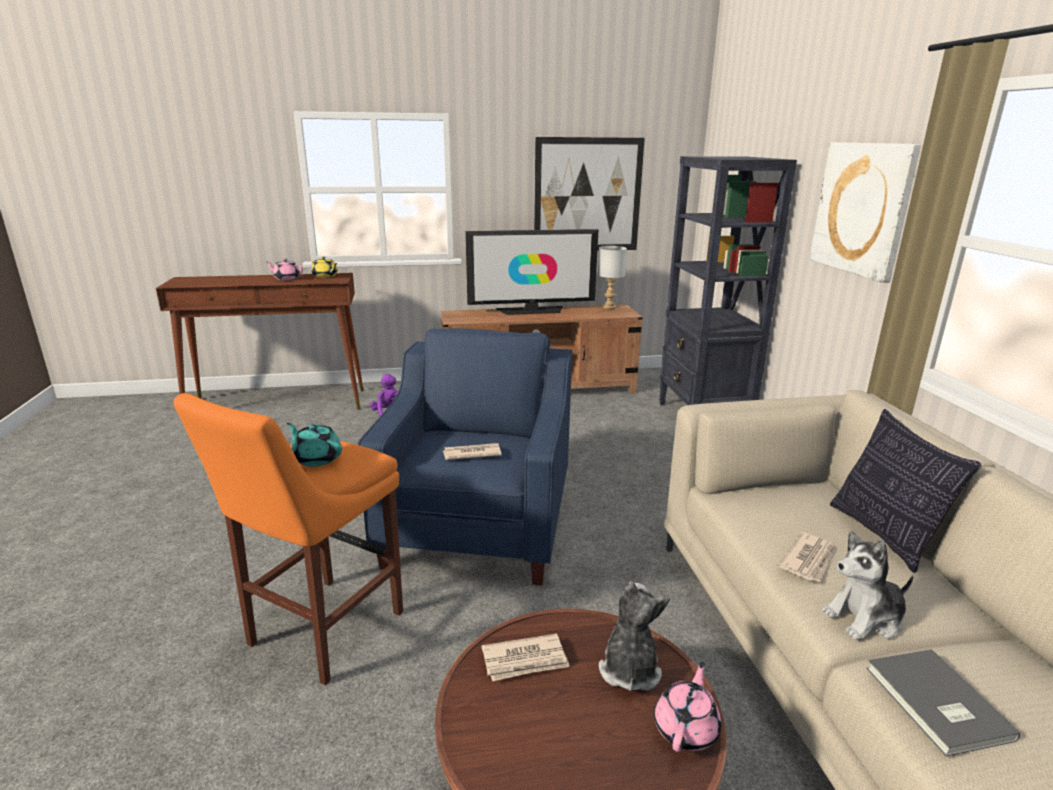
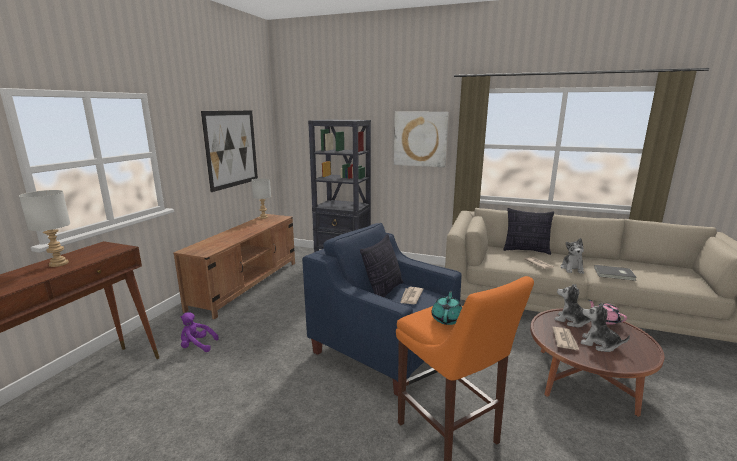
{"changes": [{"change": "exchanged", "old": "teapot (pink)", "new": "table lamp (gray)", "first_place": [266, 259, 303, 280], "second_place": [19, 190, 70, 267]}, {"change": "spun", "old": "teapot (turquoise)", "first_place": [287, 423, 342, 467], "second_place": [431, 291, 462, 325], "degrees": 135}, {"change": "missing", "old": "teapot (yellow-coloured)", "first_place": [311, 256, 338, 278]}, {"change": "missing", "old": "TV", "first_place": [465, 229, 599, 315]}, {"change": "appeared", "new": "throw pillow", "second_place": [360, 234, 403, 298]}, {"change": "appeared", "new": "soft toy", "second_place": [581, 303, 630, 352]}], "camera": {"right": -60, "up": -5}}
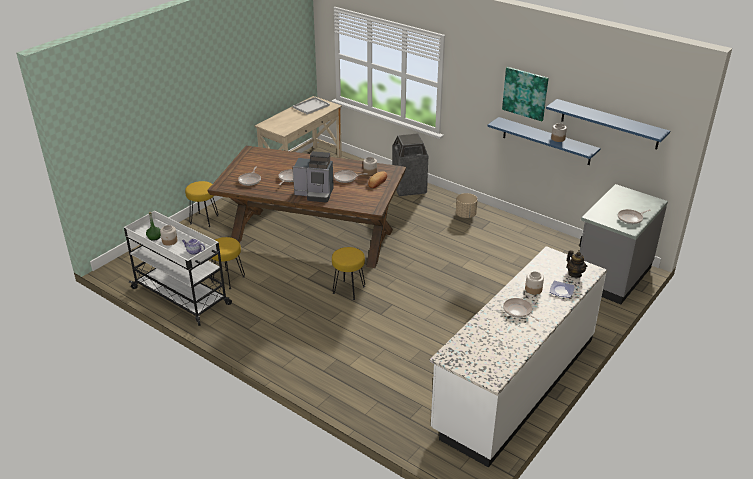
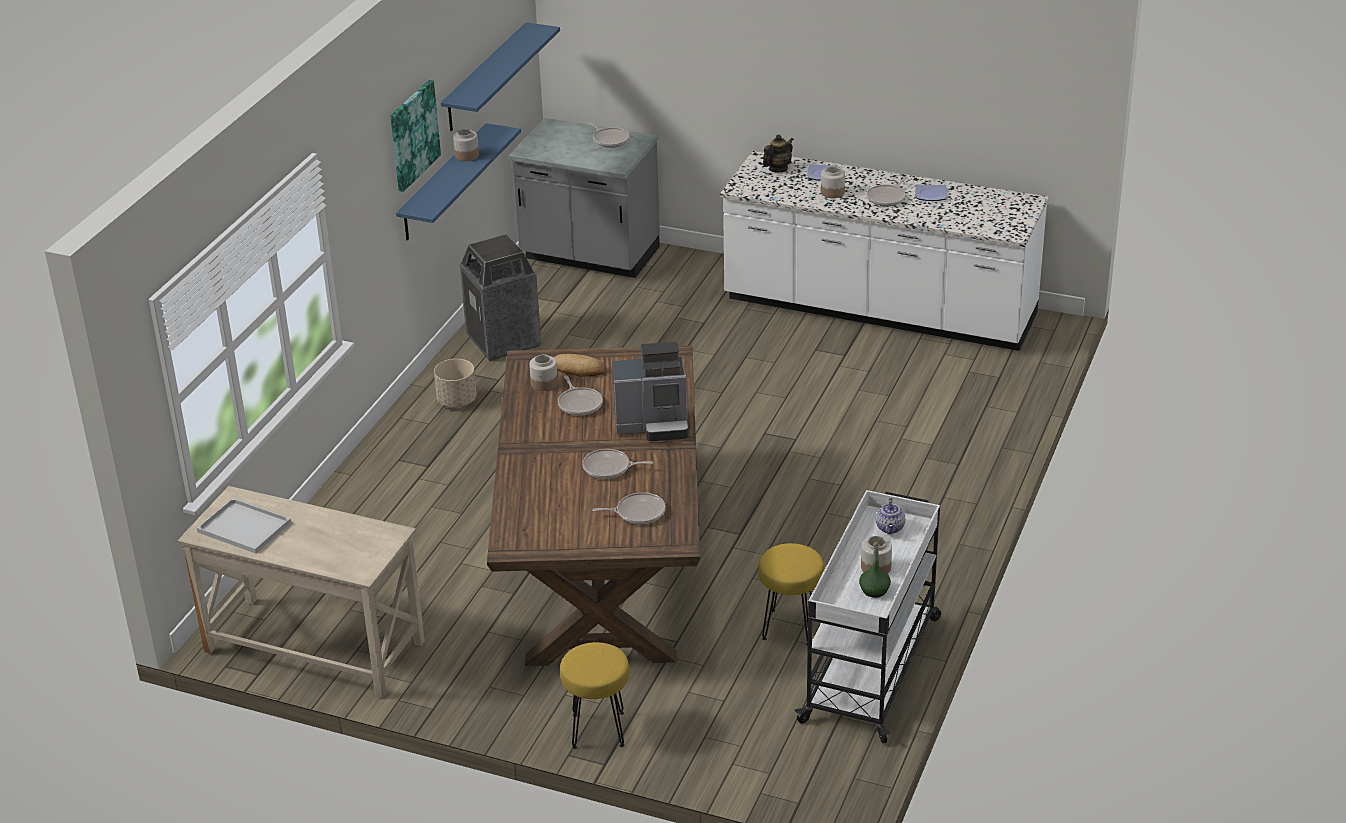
{"changes": [{"change": "spun", "old": "coffee machine", "first_place": [293, 151, 334, 202], "second_place": [612, 342, 689, 441], "degrees": 90}, {"change": "missing", "old": "sitting stool (yellow-coloured)", "first_place": [332, 247, 365, 300]}, {"change": "relocated", "old": "waste bin", "first_place": [392, 133, 428, 196], "second_place": [459, 234, 541, 361]}, {"change": "appeared", "new": "plate", "second_place": [915, 184, 947, 201]}], "camera": {"right": -105, "up": 0}}
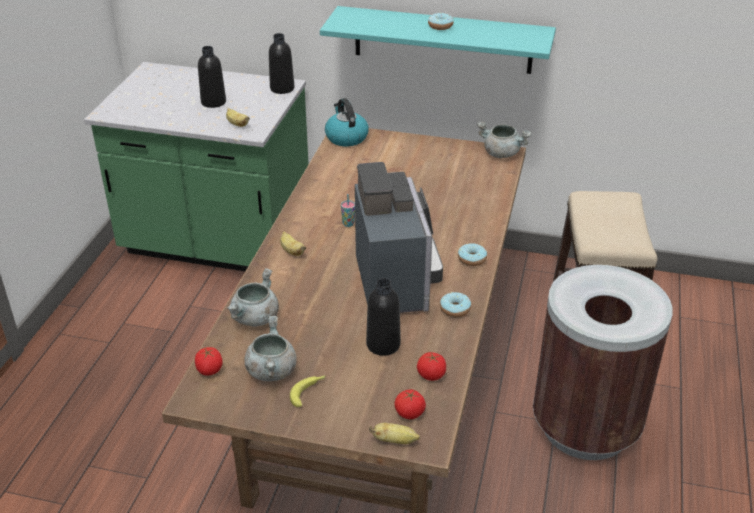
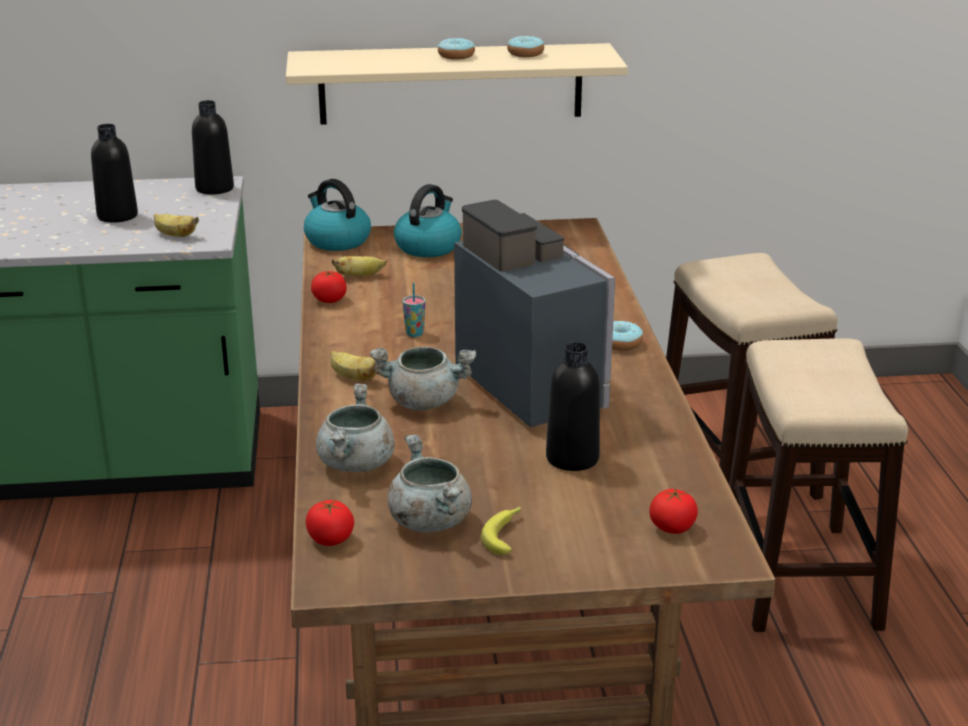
{"changes": [{"change": "colour", "old": "wall shelf (turquoise)", "new": "wall shelf (sand-coloured)", "first_place": [320, 6, 556, 74], "second_place": [286, 43, 628, 125]}, {"change": "relocated", "old": "banana", "first_place": [369, 423, 420, 444], "second_place": [332, 256, 387, 276]}, {"change": "relocated", "old": "whole tomato", "first_place": [417, 352, 446, 381], "second_place": [311, 271, 347, 303]}, {"change": "relocated", "old": "donut", "first_place": [440, 292, 471, 317], "second_place": [507, 36, 544, 57]}, {"change": "relocated", "old": "stockpot (gray)", "first_place": [477, 122, 532, 158], "second_place": [370, 347, 476, 410]}, {"change": "exchanged", "old": "waste bin (brown)", "new": "sitting stool", "first_place": [533, 265, 673, 460], "second_place": [729, 338, 908, 632]}, {"change": "appeared", "new": "water kettle", "second_place": [394, 184, 462, 257]}], "camera": {"right": -20, "up": -10}}
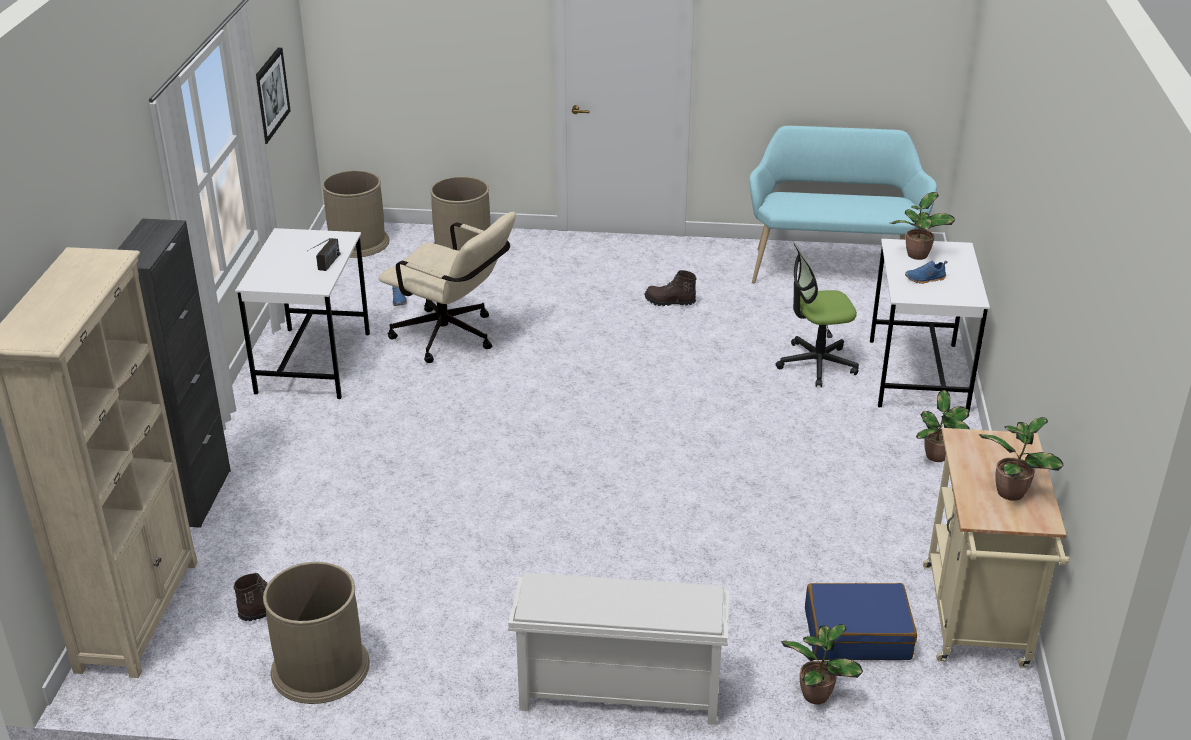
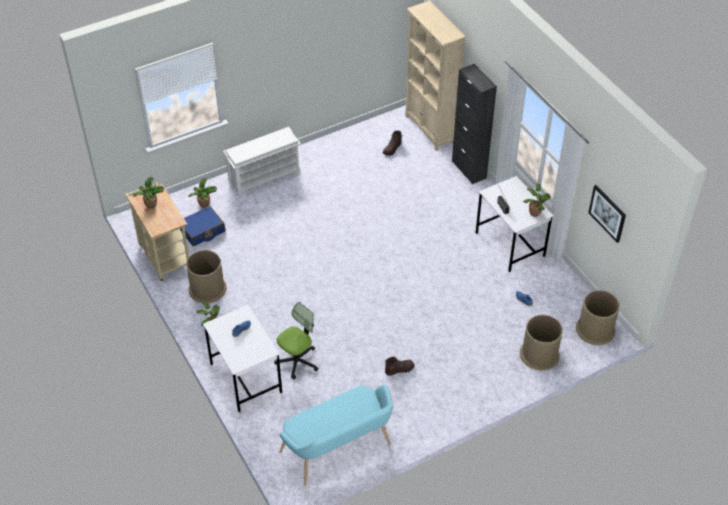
{"changes": [{"change": "relocated", "old": "waste bin (brown)", "first_place": [263, 562, 370, 704], "second_place": [186, 250, 227, 303]}, {"change": "missing", "old": "computer chair (sand-coloured)", "first_place": [378, 212, 516, 363]}, {"change": "relocated", "old": "potted plant", "first_place": [890, 192, 955, 260], "second_place": [523, 184, 550, 217]}], "camera": {"right": 145, "up": 15}}
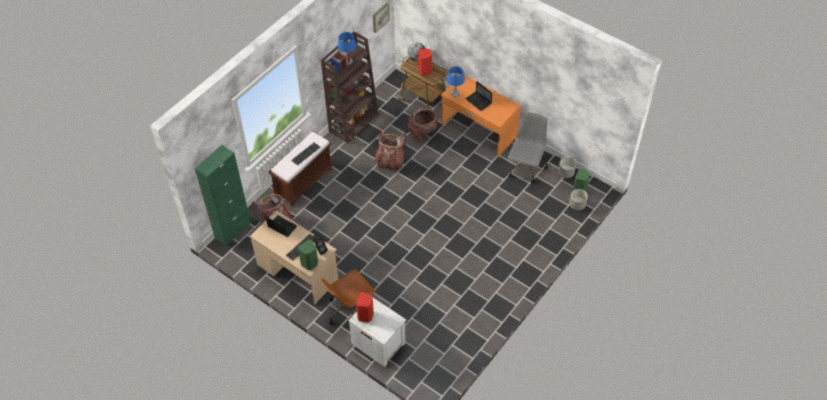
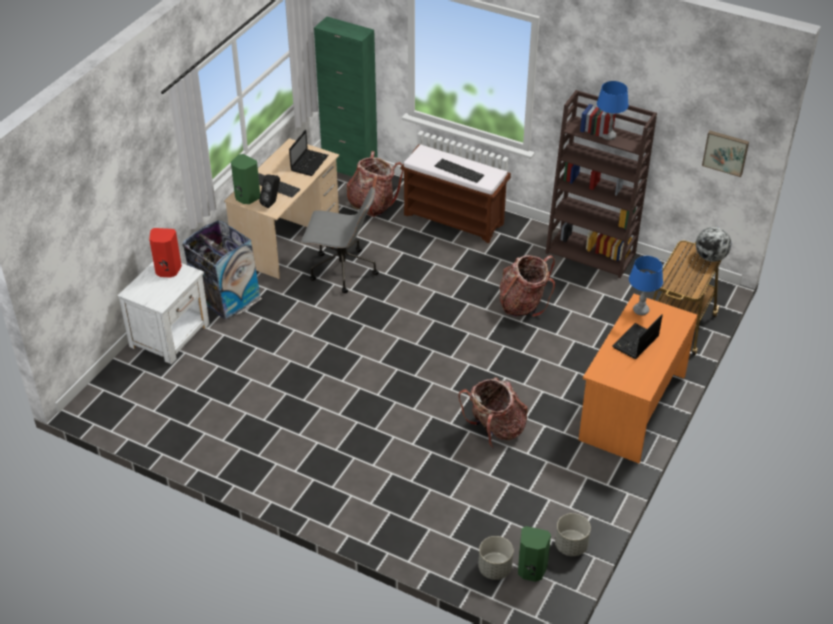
{"changes": [{"change": "exchanged", "old": "computer chair (brown)", "new": "waste bin", "first_place": [320, 269, 376, 325], "second_place": [182, 220, 262, 320]}, {"change": "relocated", "old": "backpack", "first_place": [408, 108, 443, 142], "second_place": [458, 377, 528, 448]}, {"change": "missing", "old": "loudspeaker (red)", "first_place": [418, 48, 432, 77]}, {"change": "relocated", "old": "computer chair (gray)", "first_place": [507, 112, 548, 183], "second_place": [301, 186, 379, 293]}], "camera": {"right": 80, "up": -10}}
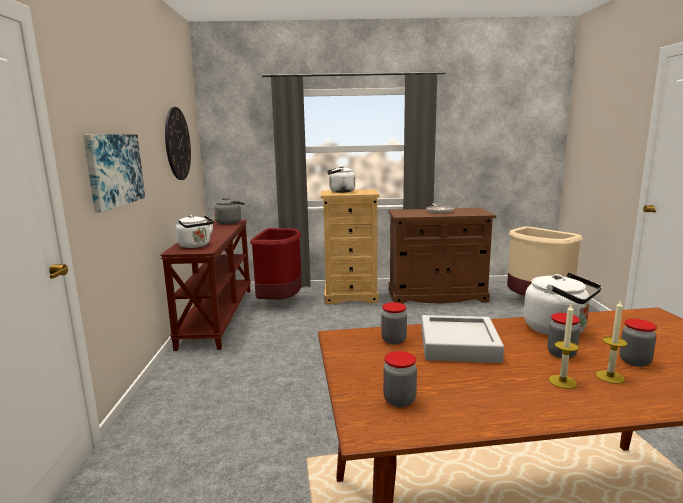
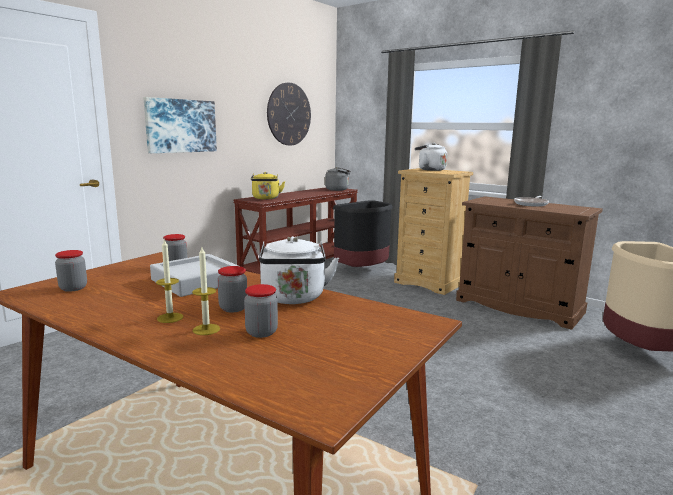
{"changes": [{"change": "colour", "old": "water kettle (white-coloured)", "new": "water kettle (yellow-coloured)", "first_place": [175, 215, 214, 248], "second_place": [251, 172, 285, 200]}, {"change": "colour", "old": "waste bin (red)", "new": "waste bin (blackish)", "first_place": [250, 228, 302, 300], "second_place": [333, 200, 393, 267]}], "camera": {"right": 40, "up": 0}}
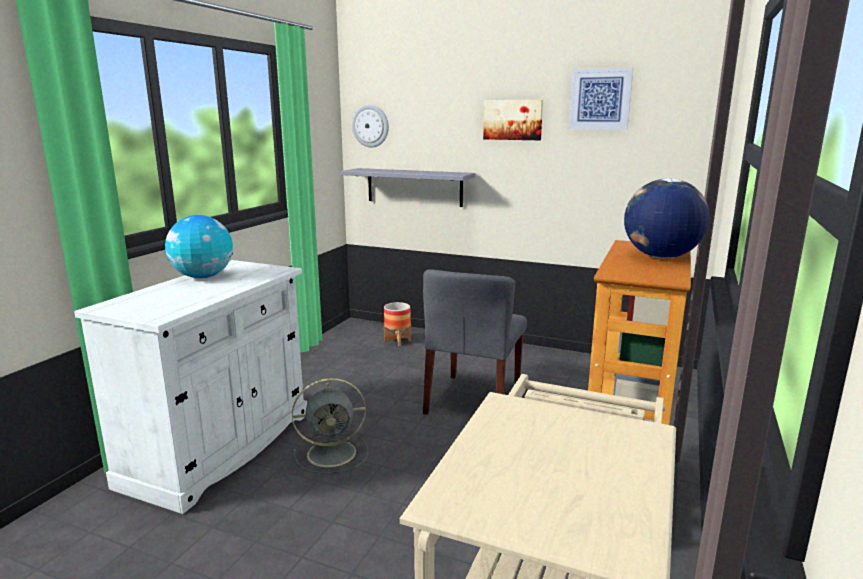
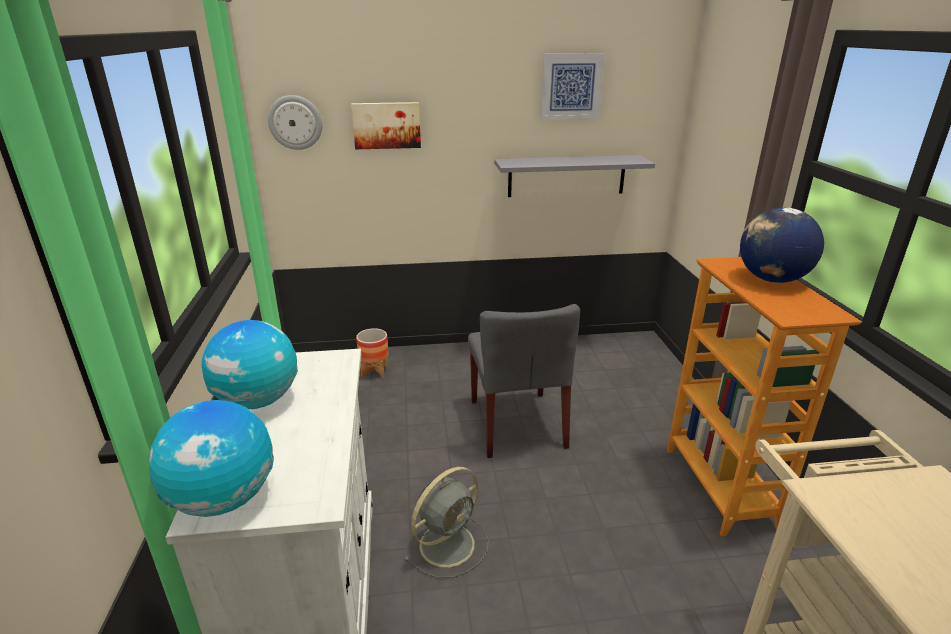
{"changes": [{"change": "relocated", "old": "wall shelf (gray)", "first_place": [341, 168, 475, 207], "second_place": [494, 155, 655, 197]}, {"change": "relocated", "old": "wall art", "first_place": [483, 100, 543, 140], "second_place": [351, 102, 421, 149]}, {"change": "appeared", "new": "globe", "second_place": [149, 400, 274, 517]}], "camera": {"right": -30, "up": 10}}
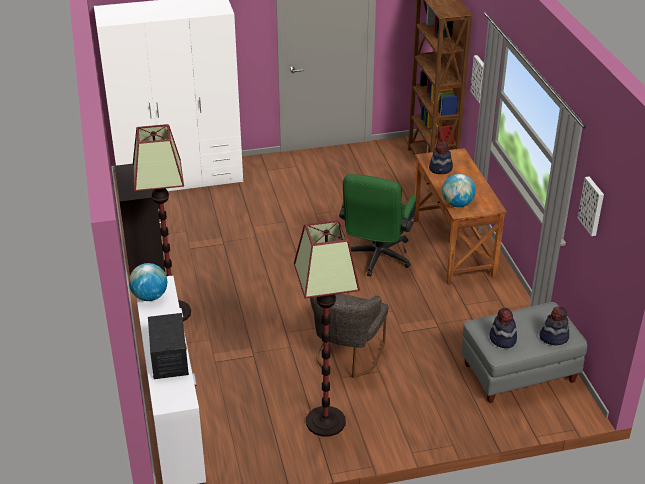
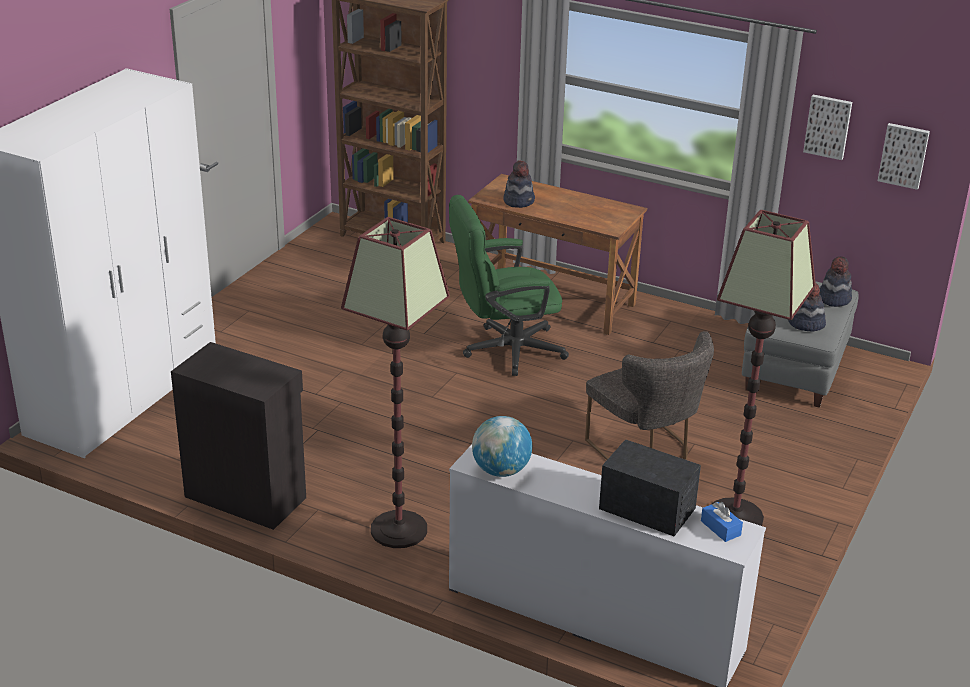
{"changes": [{"change": "spun", "old": "computer chair (greenish)", "first_place": [339, 174, 416, 276], "second_place": [449, 195, 569, 376], "degrees": 105}, {"change": "missing", "old": "globe", "first_place": [442, 174, 476, 207]}, {"change": "relocated", "old": "wall art", "first_place": [471, 55, 484, 103], "second_place": [878, 123, 930, 190]}, {"change": "appeared", "new": "tissue holder (blue)", "second_place": [701, 502, 743, 542]}], "camera": {"right": -50, "up": -5}}
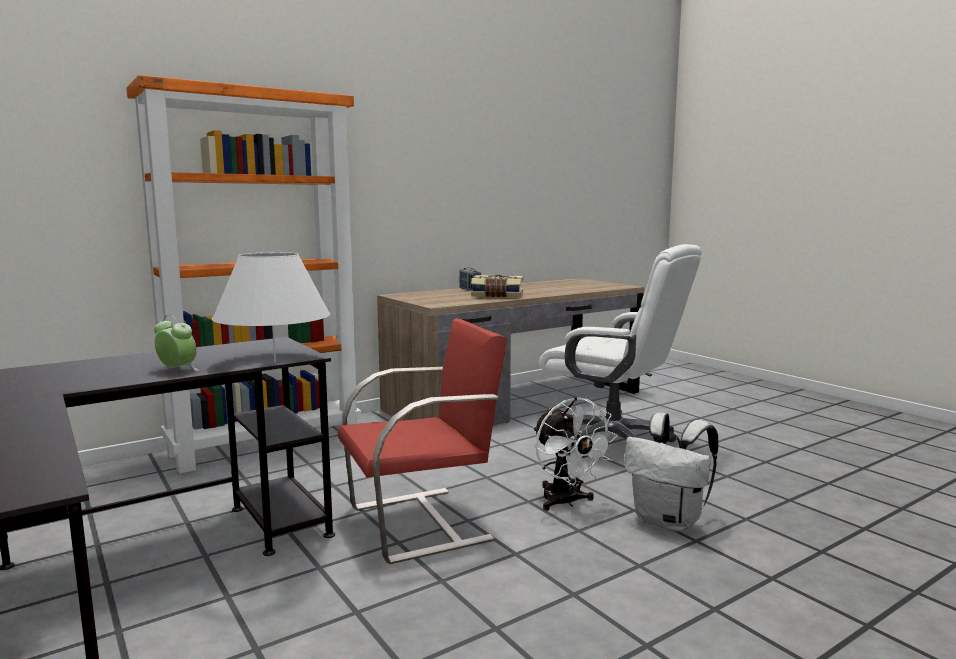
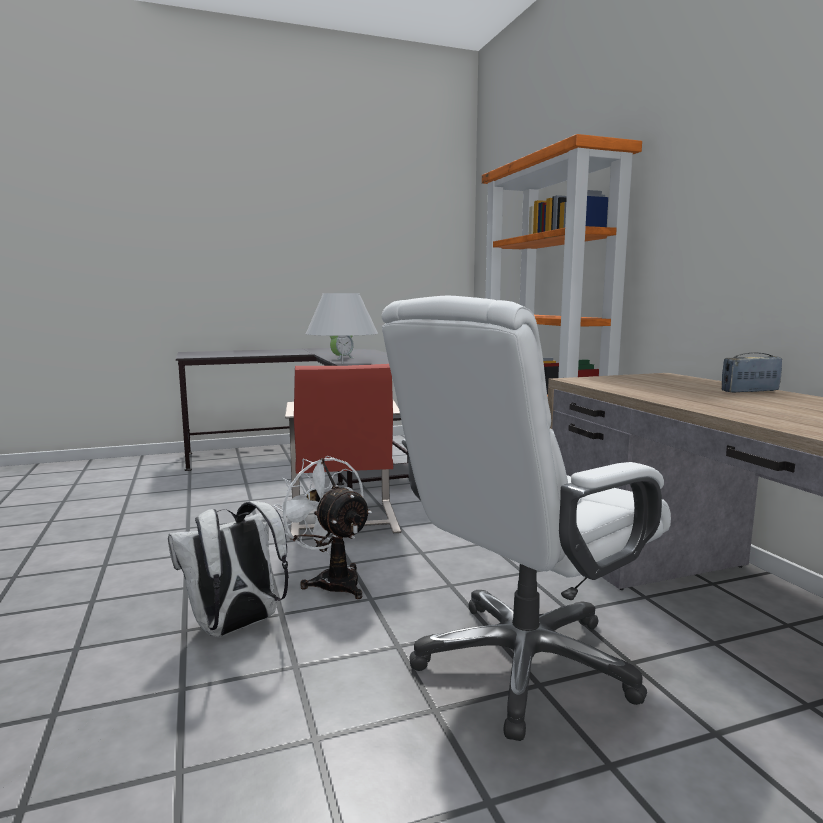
{"changes": [{"change": "missing", "old": "book", "first_place": [471, 274, 523, 298]}, {"change": "spun", "old": "fan (white-coloured)", "first_place": [534, 397, 618, 511], "second_place": [274, 456, 372, 599], "degrees": 60}], "camera": {"right": 105, "up": 0}}
